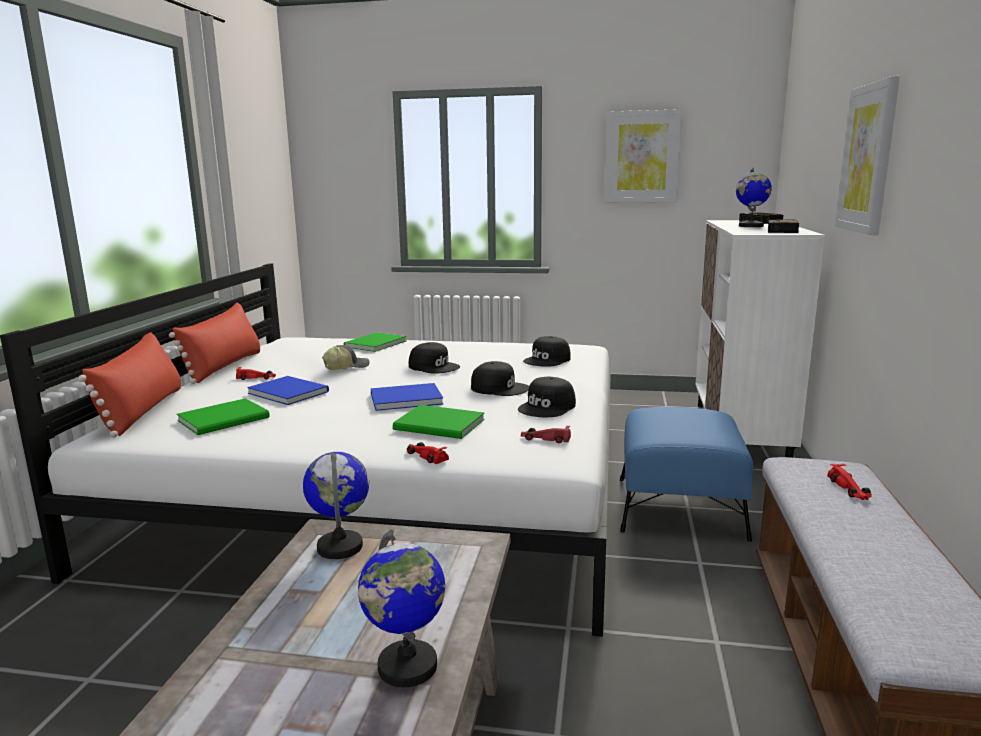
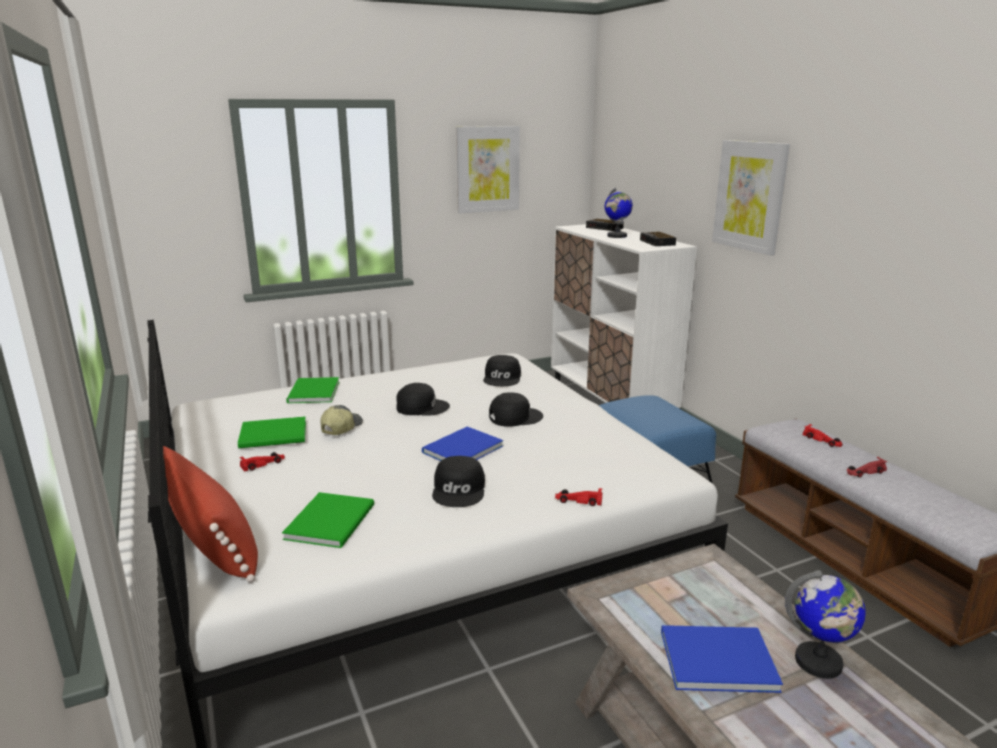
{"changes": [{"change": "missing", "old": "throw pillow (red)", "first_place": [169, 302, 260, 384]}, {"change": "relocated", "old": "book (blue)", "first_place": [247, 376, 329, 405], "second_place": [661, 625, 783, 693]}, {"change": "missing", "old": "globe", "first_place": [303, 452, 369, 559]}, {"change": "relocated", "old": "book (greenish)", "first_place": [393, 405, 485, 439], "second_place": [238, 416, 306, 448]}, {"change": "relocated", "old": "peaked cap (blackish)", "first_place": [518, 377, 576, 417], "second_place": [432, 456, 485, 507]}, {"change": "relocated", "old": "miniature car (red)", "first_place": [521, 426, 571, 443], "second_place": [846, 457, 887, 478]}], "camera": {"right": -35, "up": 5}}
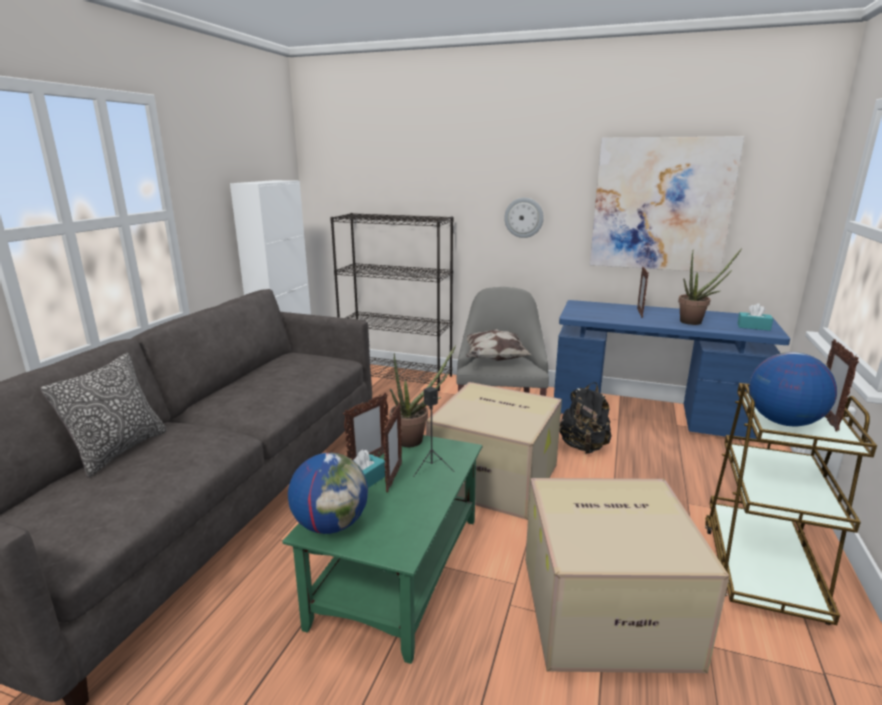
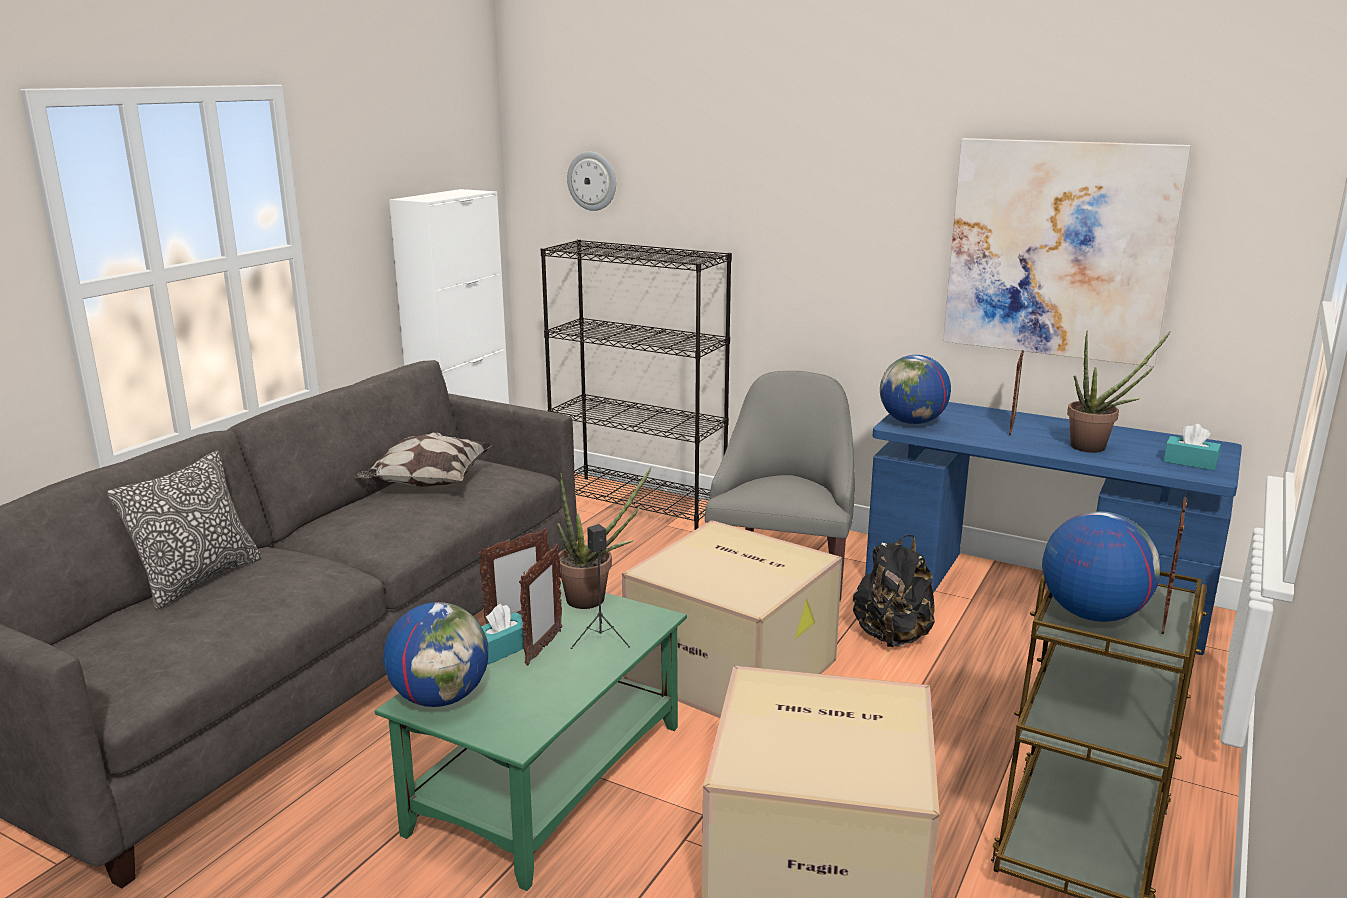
{"changes": [{"change": "relocated", "old": "throw pillow", "first_place": [465, 329, 531, 361], "second_place": [355, 432, 492, 487]}, {"change": "relocated", "old": "hanging clock", "first_place": [504, 198, 544, 238], "second_place": [567, 152, 616, 211]}, {"change": "appeared", "new": "globe", "second_place": [880, 355, 951, 424]}], "camera": {"right": 10, "up": 0}}
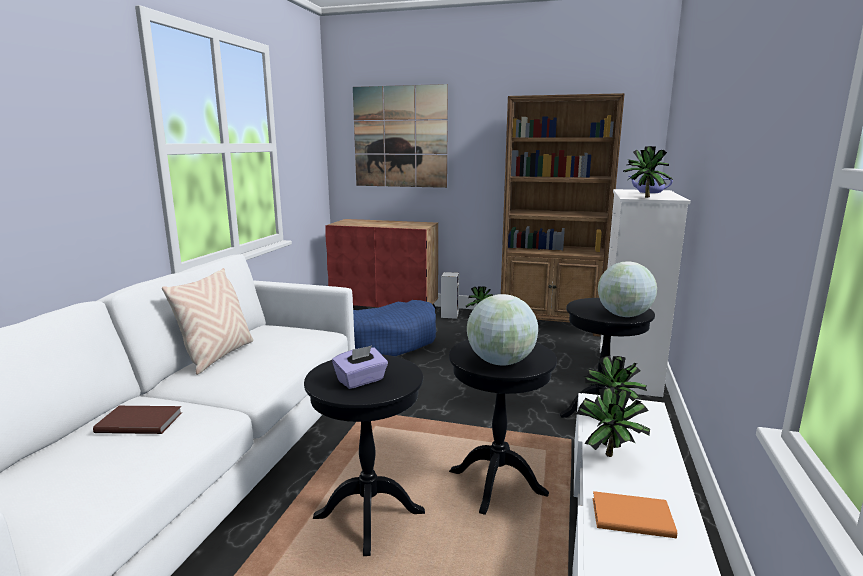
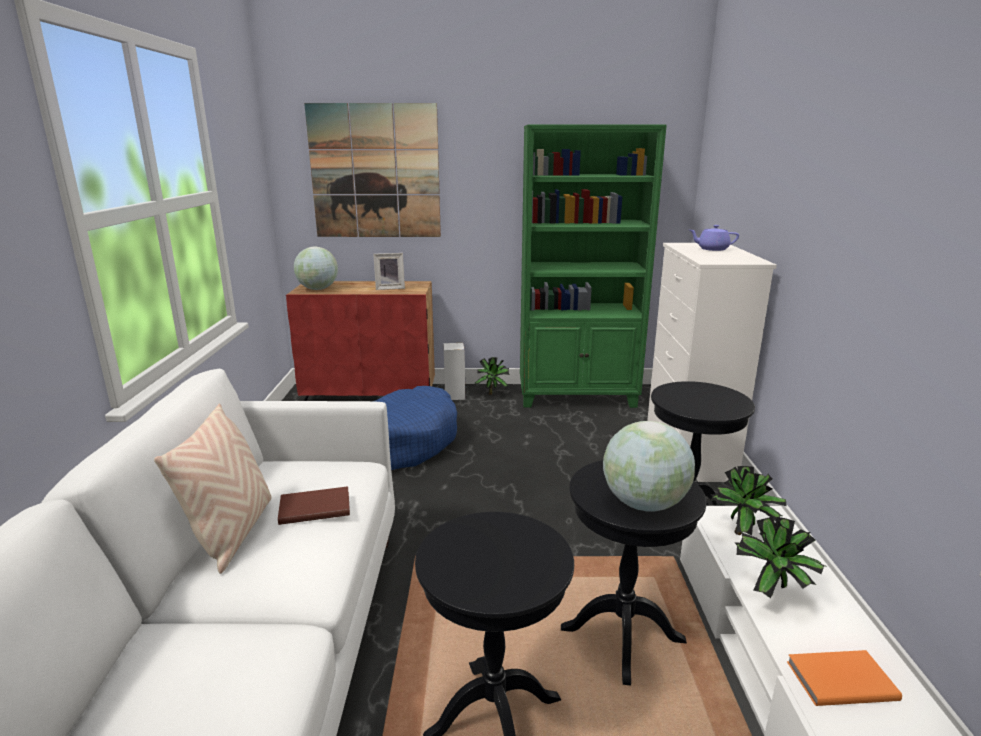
{"changes": [{"change": "relocated", "old": "book (brown)", "first_place": [93, 406, 182, 434], "second_place": [278, 486, 350, 525]}, {"change": "missing", "old": "tissue holder (purplish)", "first_place": [332, 345, 388, 389]}, {"change": "colour", "old": "bookcase (brown)", "new": "bookcase (greenish)", "first_place": [501, 93, 625, 337], "second_place": [520, 125, 667, 408]}, {"change": "relocated", "old": "globe", "first_place": [598, 261, 657, 317], "second_place": [294, 247, 338, 290]}, {"change": "missing", "old": "potted plant", "first_place": [623, 146, 673, 198]}, {"change": "appeared", "new": "standing frame", "second_place": [373, 253, 405, 290]}], "camera": {"right": -15, "up": 5}}
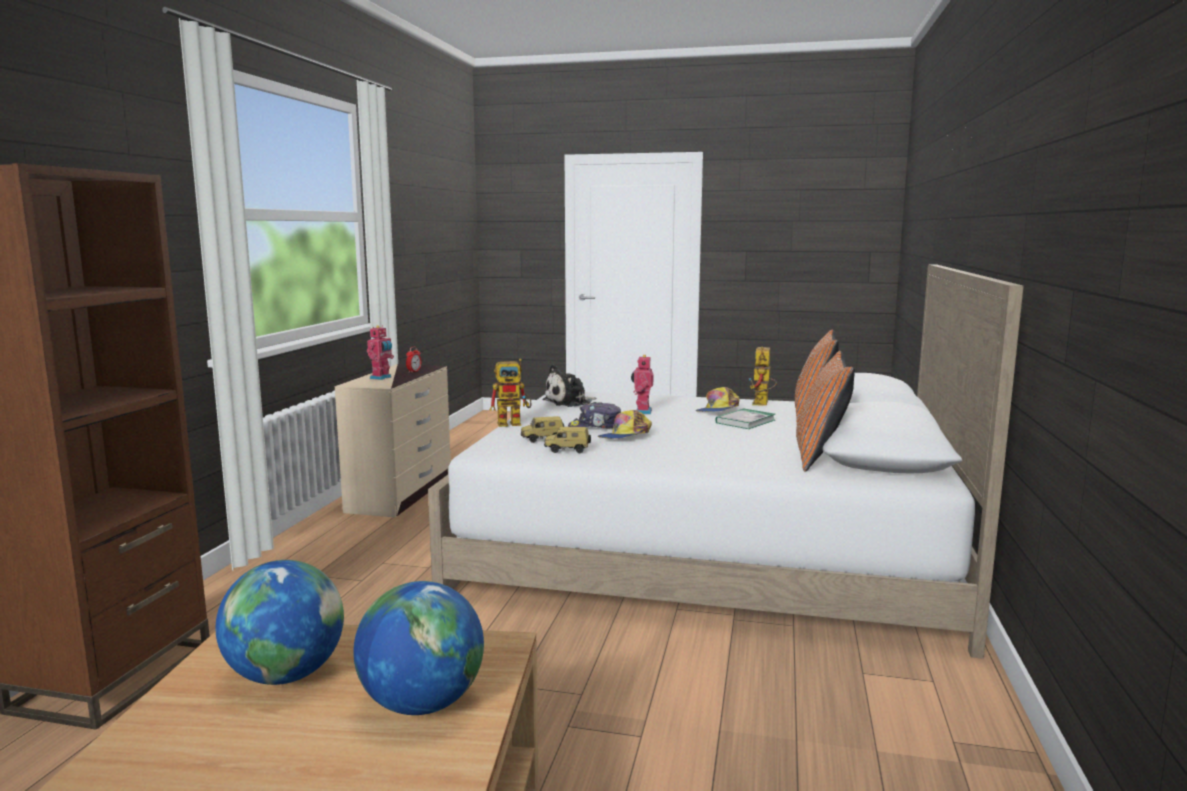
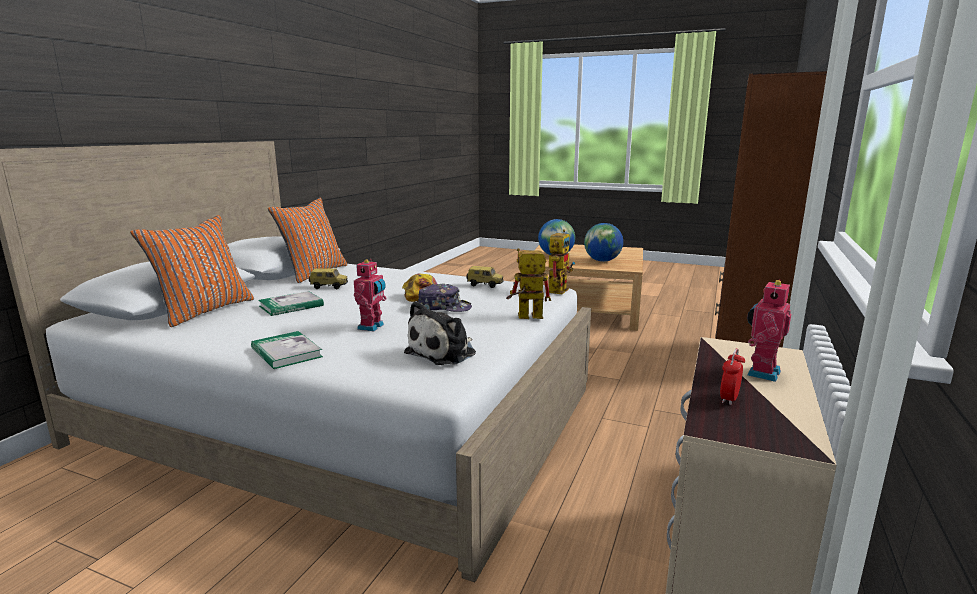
{"changes": [{"change": "relocated", "old": "miniature car", "first_place": [520, 416, 564, 443], "second_place": [309, 268, 348, 289]}, {"change": "spun", "old": "soft toy", "first_place": [543, 365, 597, 407], "second_place": [404, 301, 476, 365], "degrees": 150}, {"change": "missing", "old": "peaked cap", "first_place": [695, 387, 740, 412]}, {"change": "relocated", "old": "toy robot", "first_place": [749, 347, 777, 405], "second_place": [549, 229, 575, 294]}, {"change": "appeared", "new": "book", "second_place": [251, 331, 323, 369]}], "camera": {"right": -170, "up": 5}}
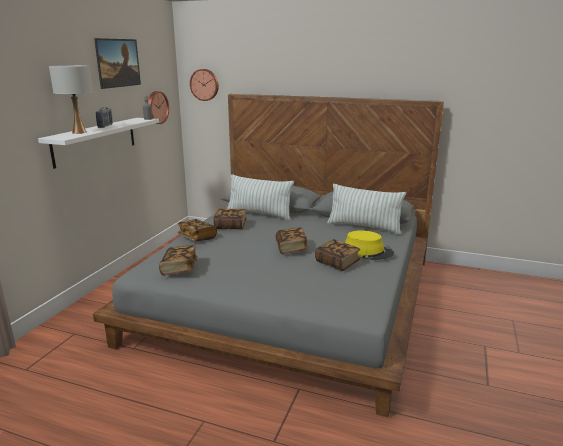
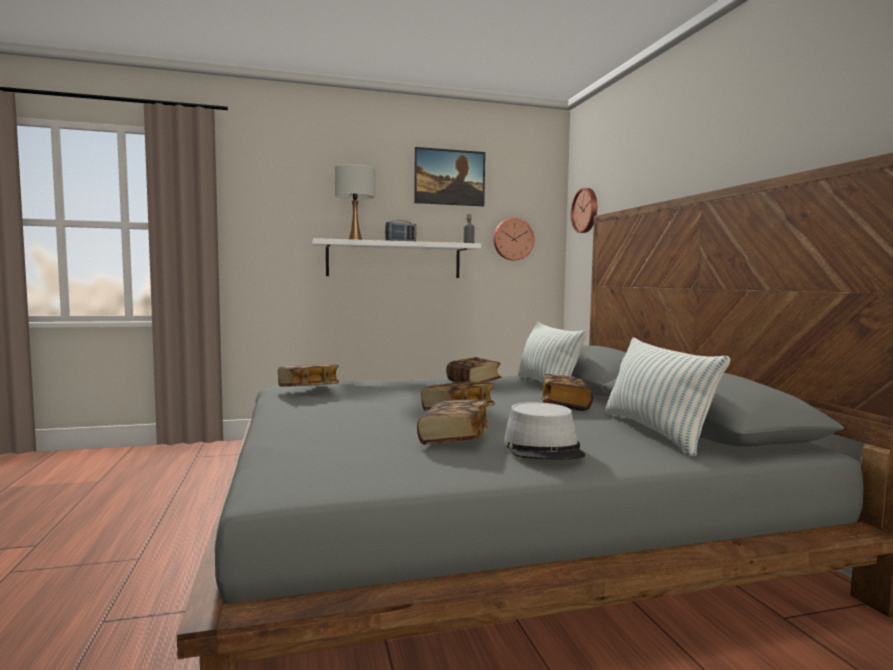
{"changes": [{"change": "relocated", "old": "book", "first_place": [178, 219, 217, 241], "second_place": [541, 374, 593, 411]}, {"change": "colour", "old": "clothing hat (yellow-coloured)", "new": "clothing hat (gray)", "first_place": [345, 230, 394, 260], "second_place": [504, 402, 585, 460]}], "camera": {"right": 55, "up": -15}}
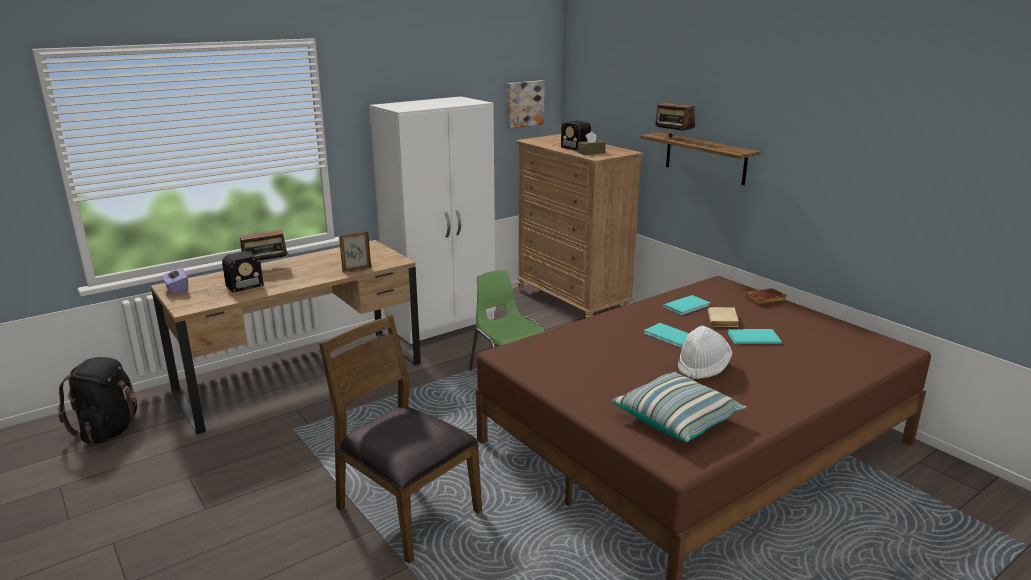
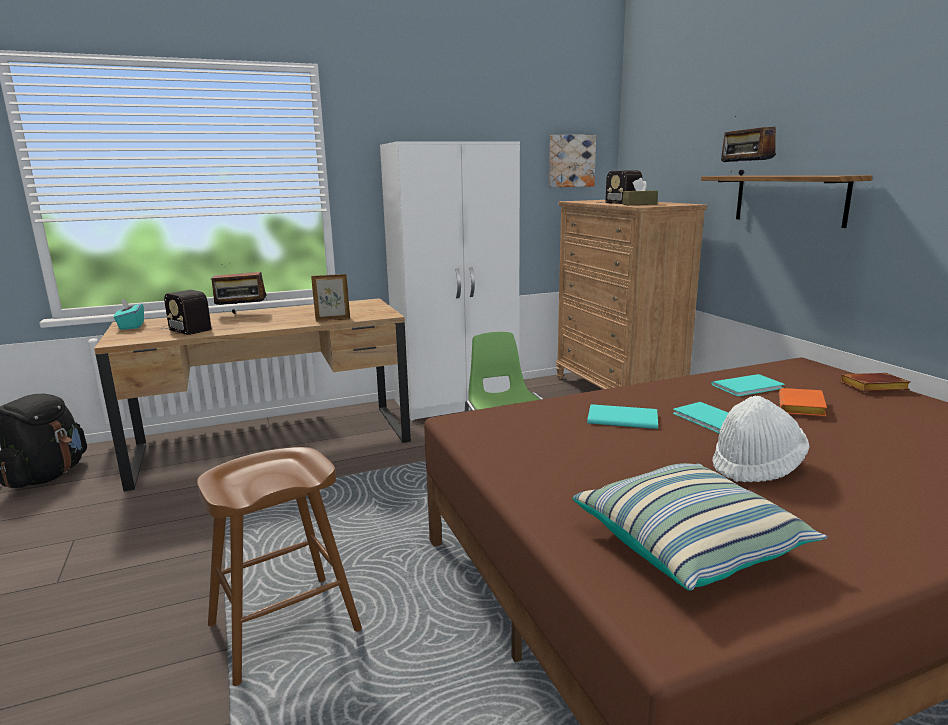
{"changes": [{"change": "colour", "old": "tissue holder (purplish)", "new": "tissue holder (turquoise)", "first_place": [162, 265, 188, 295], "second_place": [114, 298, 144, 330]}, {"change": "spun", "old": "radio receiver", "first_place": [205, 251, 264, 297], "second_place": [160, 290, 212, 335], "degrees": 60}, {"change": "exchanged", "old": "upright chair (brown)", "new": "sitting stool (brown)", "first_place": [319, 315, 482, 563], "second_place": [197, 447, 362, 686]}, {"change": "colour", "old": "book (sand-coloured)", "new": "book (orangey)", "first_place": [708, 307, 739, 327], "second_place": [779, 388, 827, 416]}, {"change": "relocated", "old": "book (turquoise)", "first_place": [727, 329, 782, 344], "second_place": [587, 404, 658, 429]}], "camera": {"right": 15, "up": -5}}
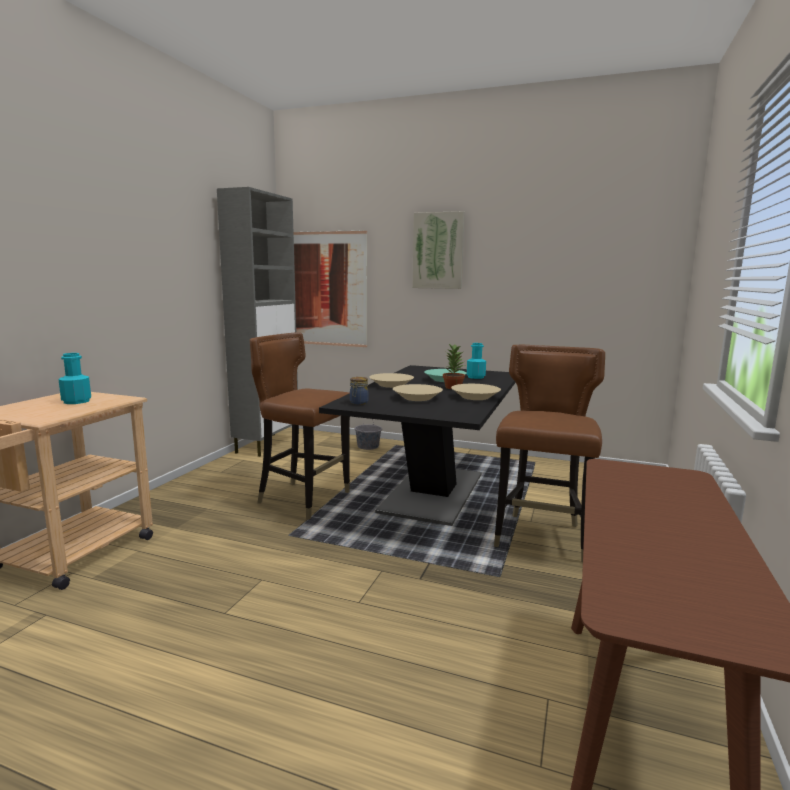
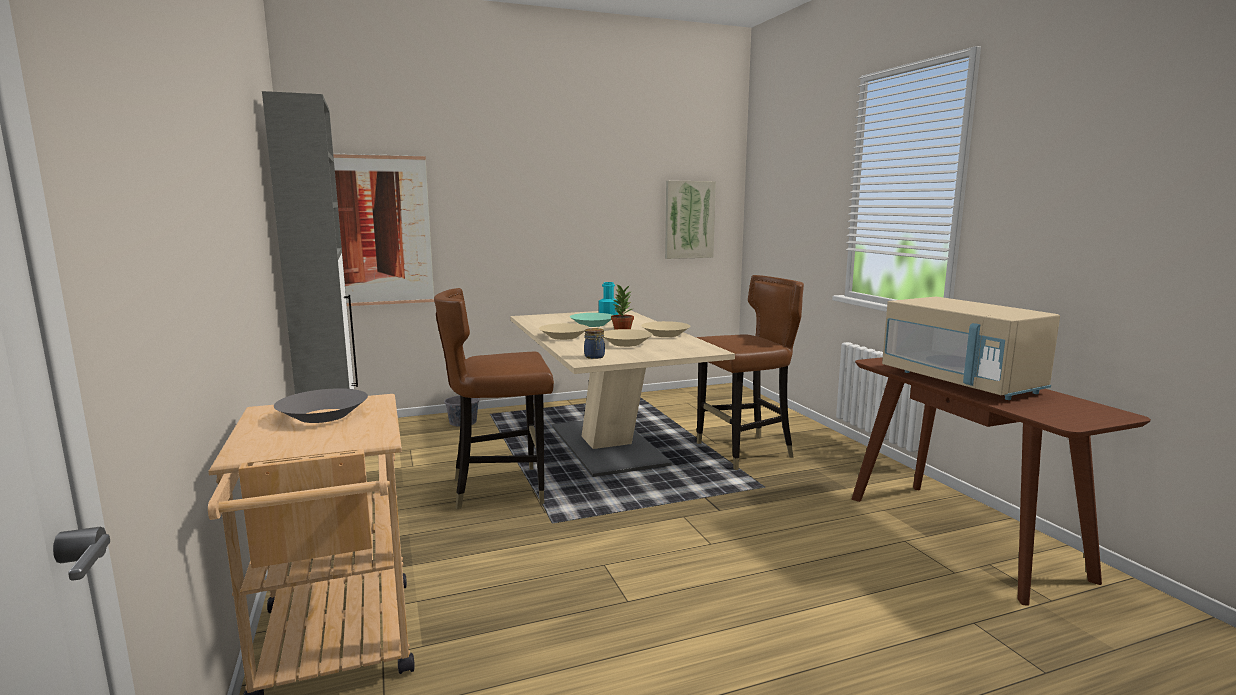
{"changes": [{"change": "exchanged", "old": "bottle (turquoise)", "new": "bowl (gray)", "first_place": [59, 353, 91, 404], "second_place": [274, 388, 368, 423]}, {"change": "colour", "old": "dinner table (blackish)", "new": "dinner table (sand-coloured)", "first_place": [319, 365, 516, 526], "second_place": [510, 309, 735, 477]}, {"change": "relocated", "old": "wall art", "first_place": [412, 211, 465, 289], "second_place": [665, 181, 716, 259]}, {"change": "spun", "old": "upright chair (brown)", "first_place": [494, 345, 605, 562], "second_place": [696, 275, 804, 470], "degrees": 90}, {"change": "appeared", "new": "microwave (sand-coloured)", "second_place": [882, 297, 1060, 400]}], "camera": {"right": -40, "up": 0}}
